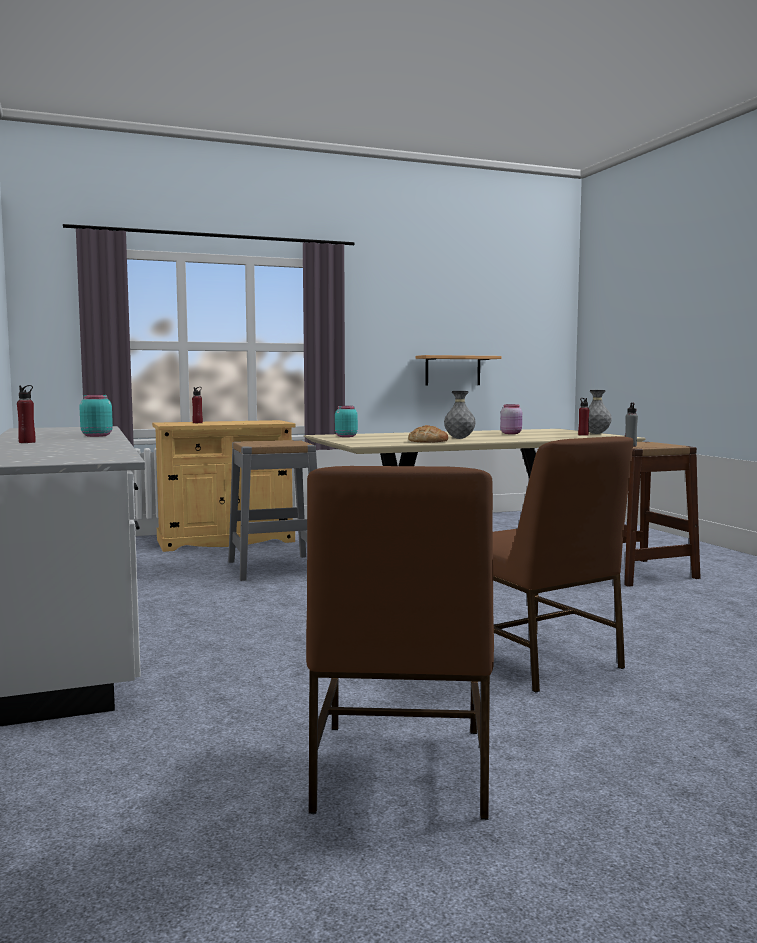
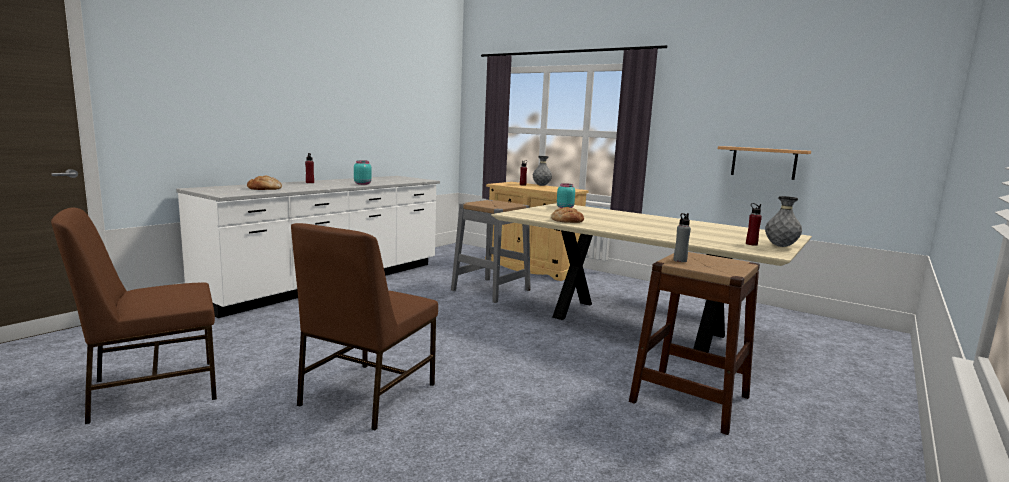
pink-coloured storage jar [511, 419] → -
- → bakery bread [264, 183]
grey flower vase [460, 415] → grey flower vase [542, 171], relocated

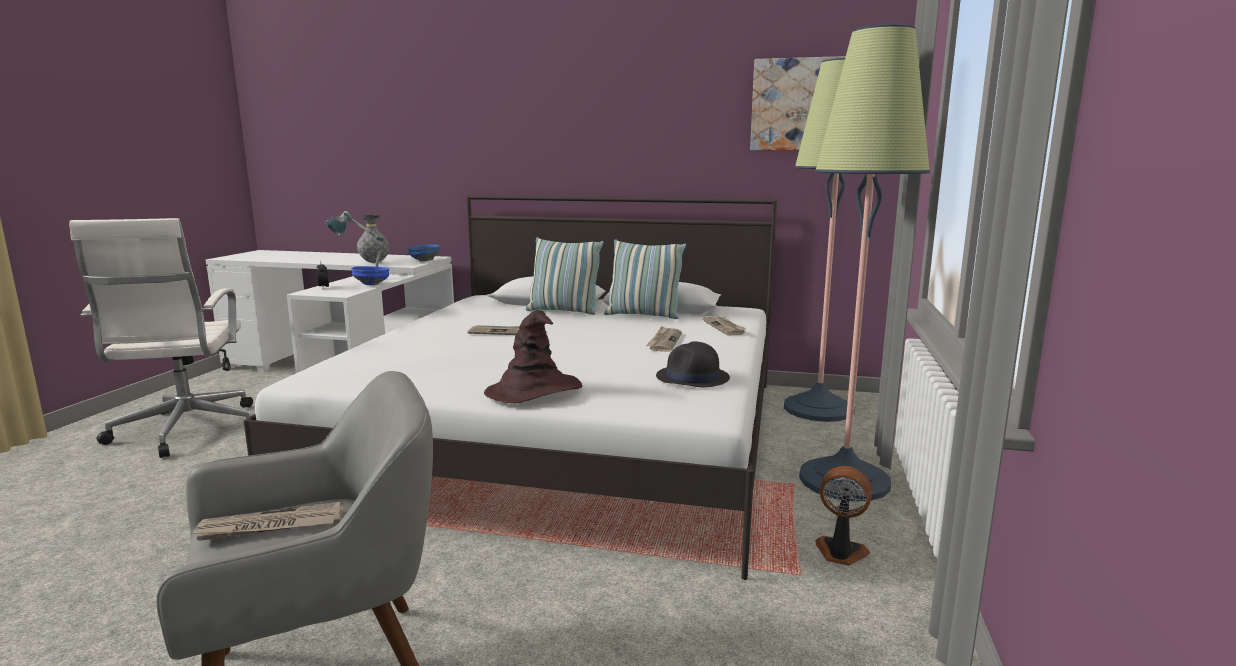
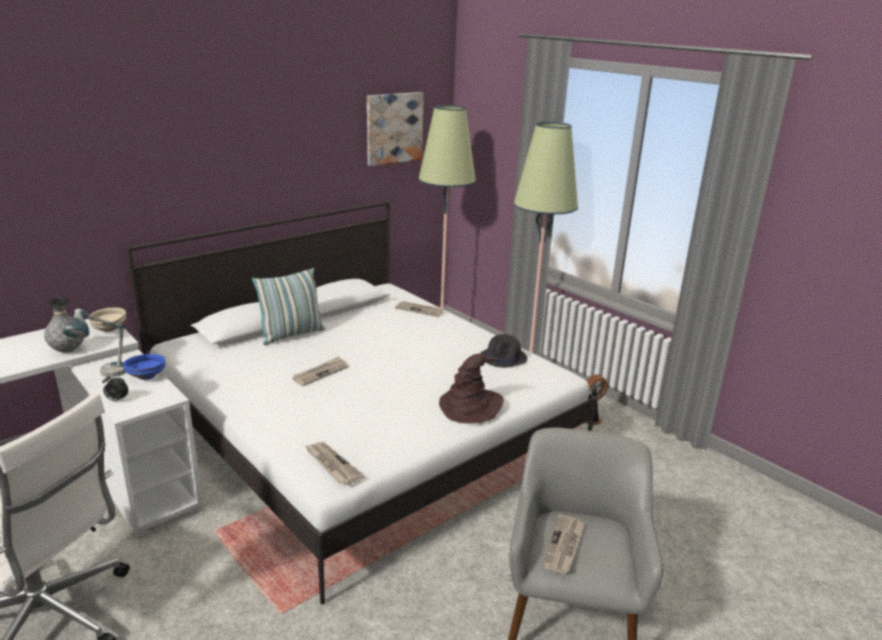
pillow [645, 279] → -
printed paper [664, 339] → printed paper [334, 463], relocated
blue-coloured deep dish [424, 253] → beige-coloured deep dish [107, 319]

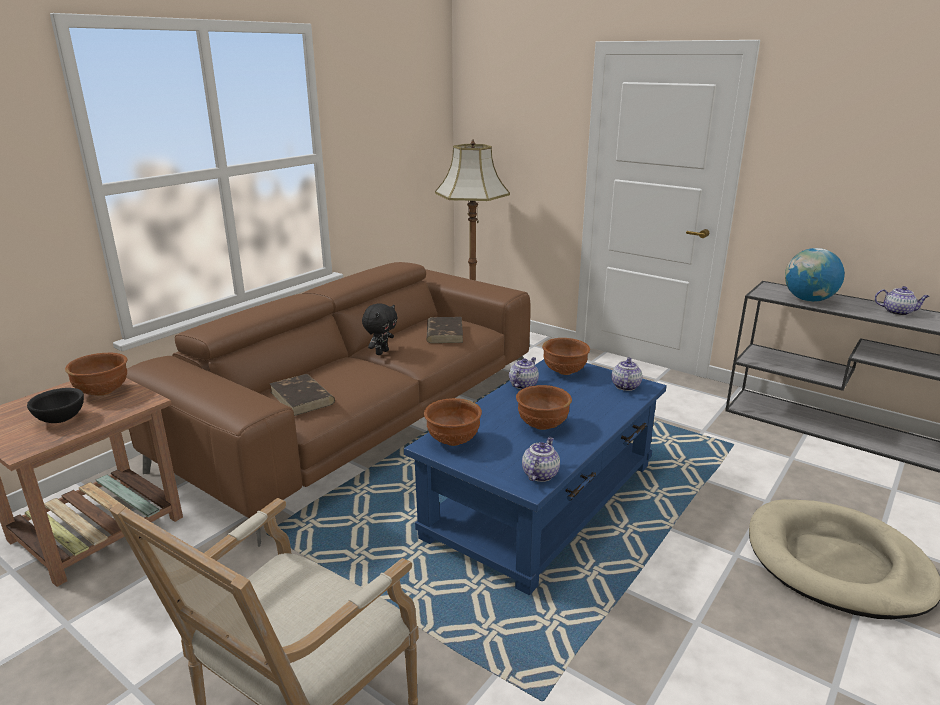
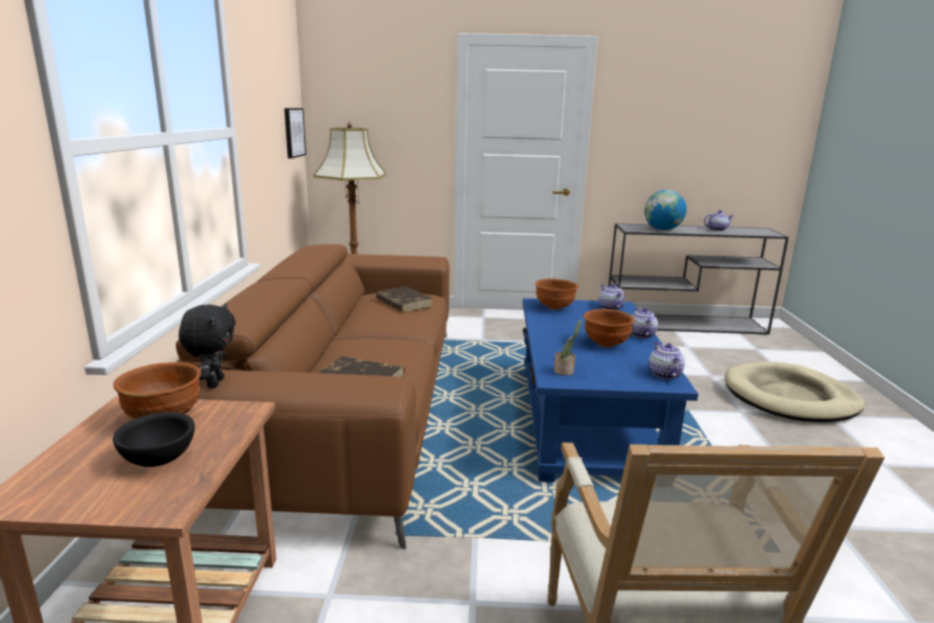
- → wall picture [295, 133]
black-coloured cuddly toy [379, 329] → black-coloured cuddly toy [207, 346], relocated
teapot [524, 373] → teapot [645, 323], relocated
brownish deep dish [453, 422] → potted plant [568, 347]

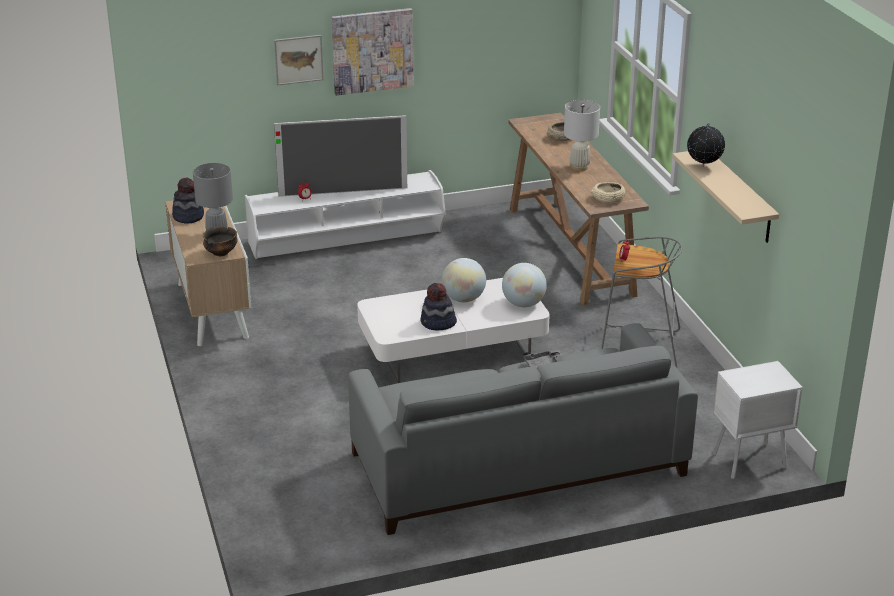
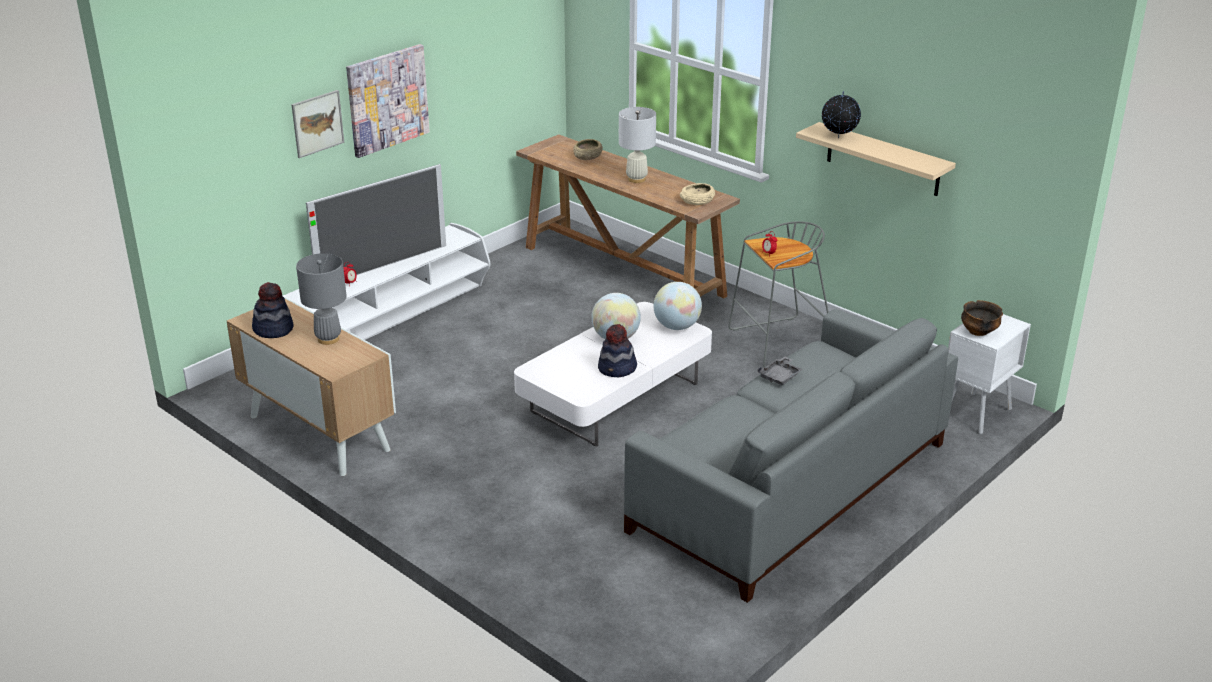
deep dish [220, 241] → deep dish [982, 318], relocated

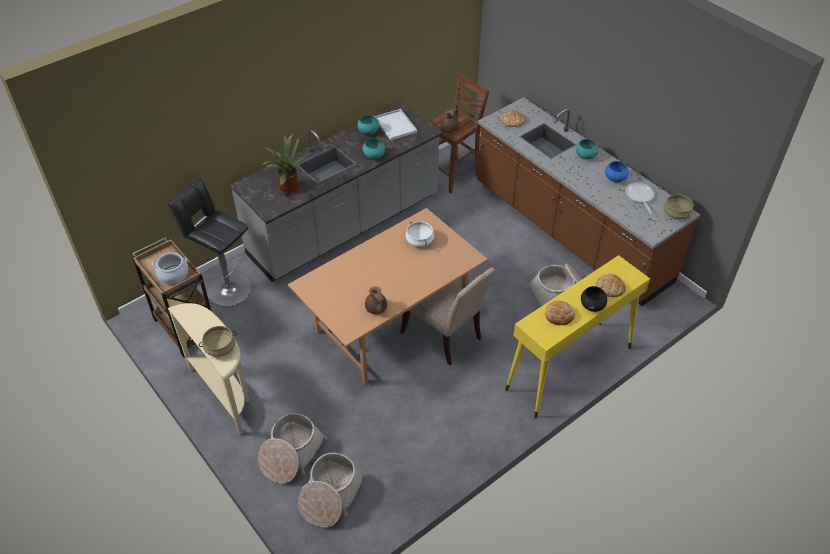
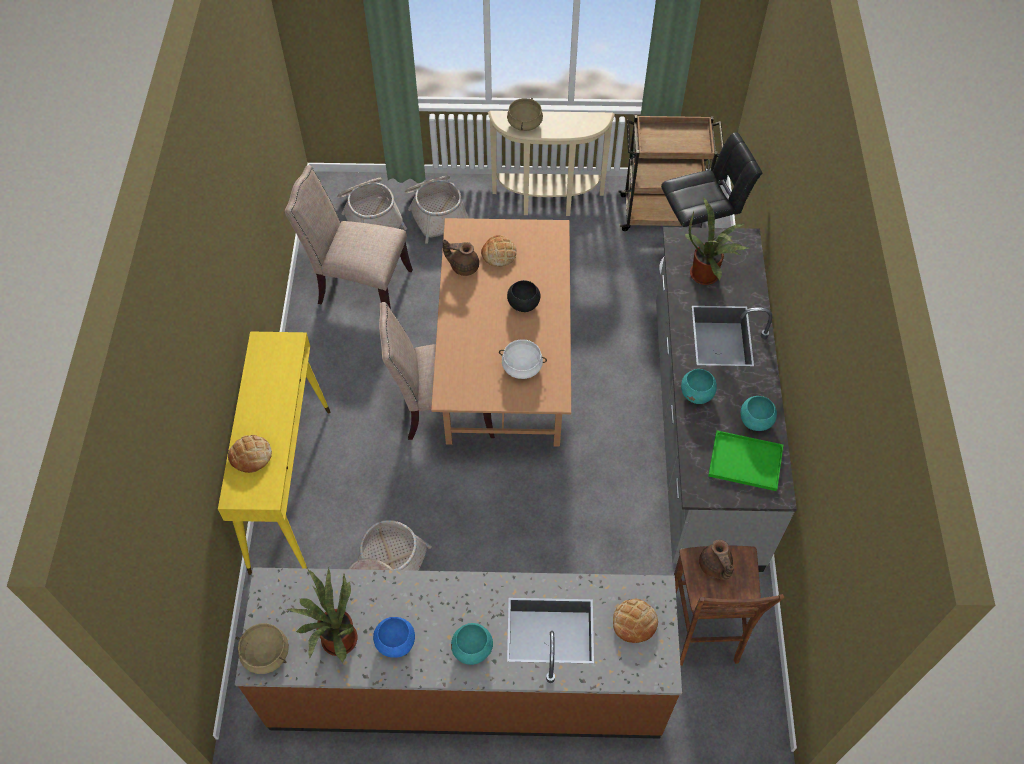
stockpot [170, 268] → -
- → beige-coloured chair [349, 237]
bakery bread [560, 313] → bakery bread [498, 251], relocated
black-coloured deep dish [594, 299] → black-coloured deep dish [523, 296], relocated
skillet [640, 198] → potted plant [321, 615]
whitish carrying tray [396, 124] → greenish carrying tray [745, 460]

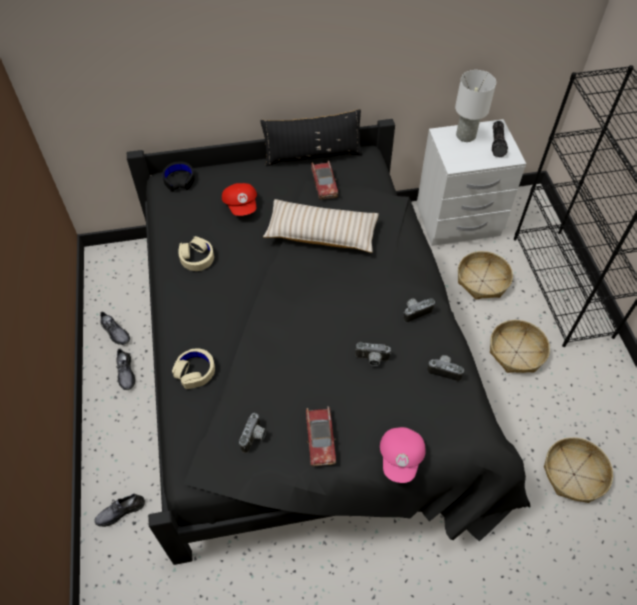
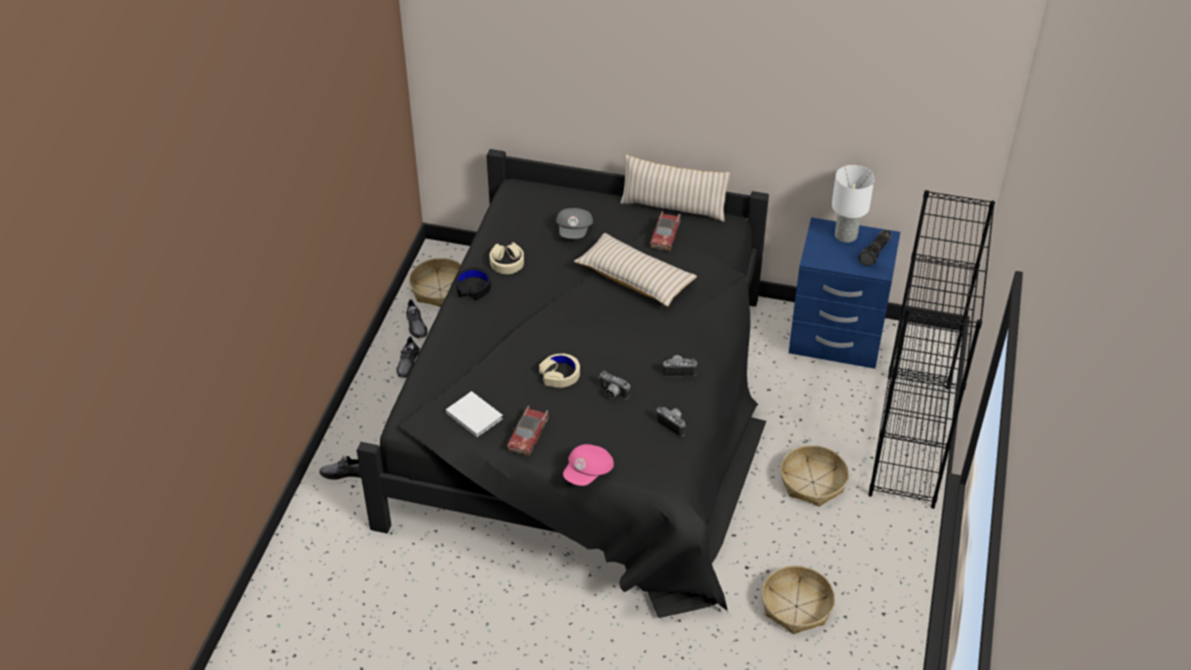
black-coloured headphones [178, 176] → black-coloured headphones [473, 283], relocated
beige-coloured headphones [193, 369] → beige-coloured headphones [559, 371], relocated
storage basket [485, 275] → storage basket [435, 282], relocated
still camera [252, 433] → whitish volume [474, 414]
red-coloured peaked cap [239, 199] → grey peaked cap [574, 223]
black-coloured pillow [311, 137] → beige-coloured pillow [675, 188]
whitish nightstand [471, 182] → blue-coloured nightstand [844, 293]

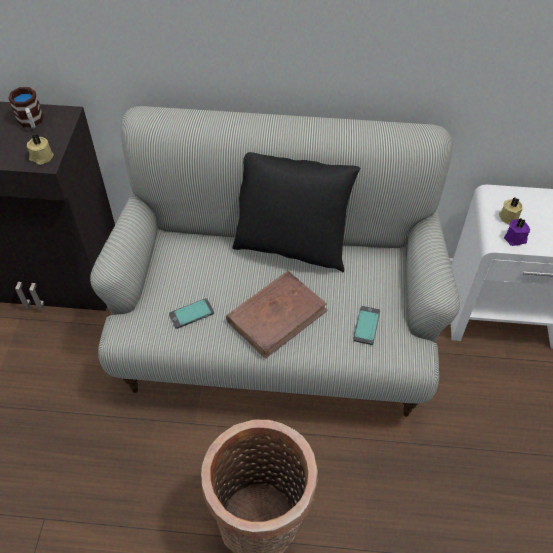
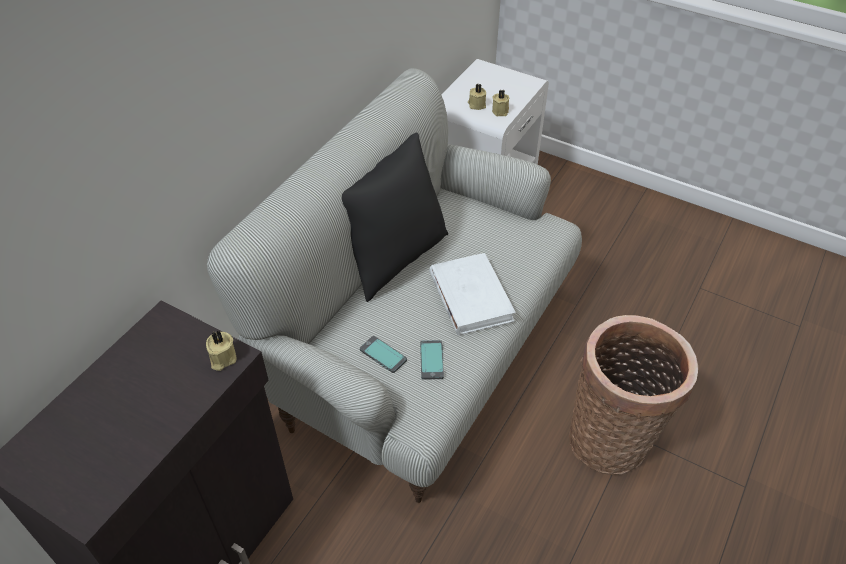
tea mug [26, 108] → -
phone [366, 325] → phone [383, 354], relocated
brownish volume [277, 315] → whitish volume [472, 294]
purple-coloured wax light [517, 232] → beige-coloured wax light [500, 102]

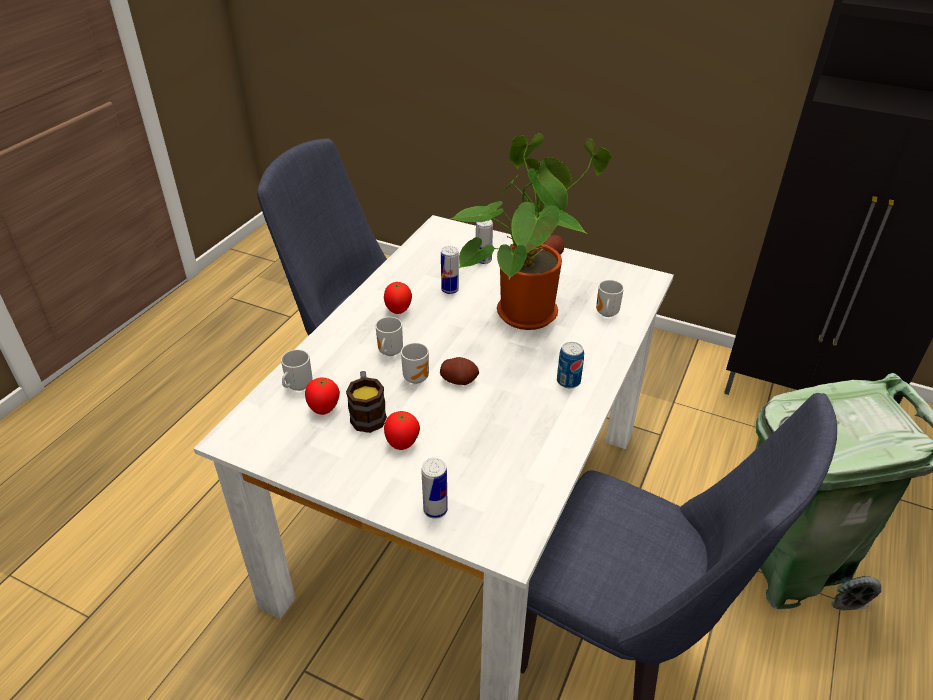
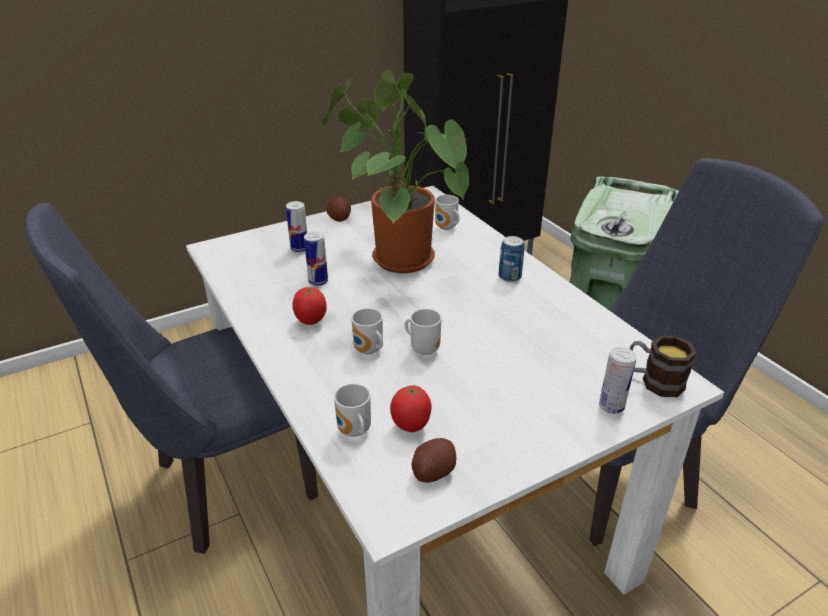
whole tomato [402, 430] → -
tea mug [366, 402] → tea mug [663, 366], relocated
spud [459, 371] → spud [434, 460], relocated

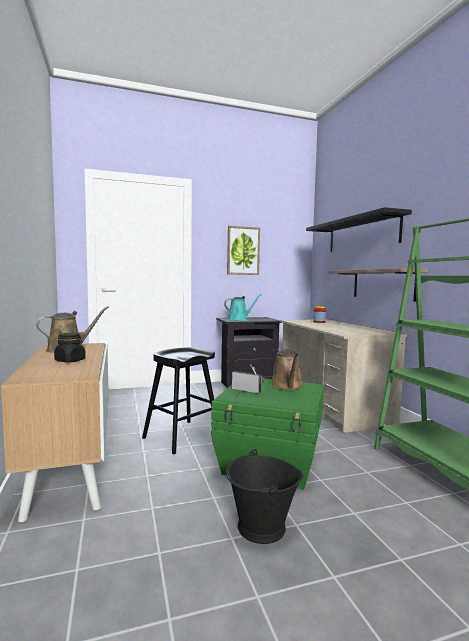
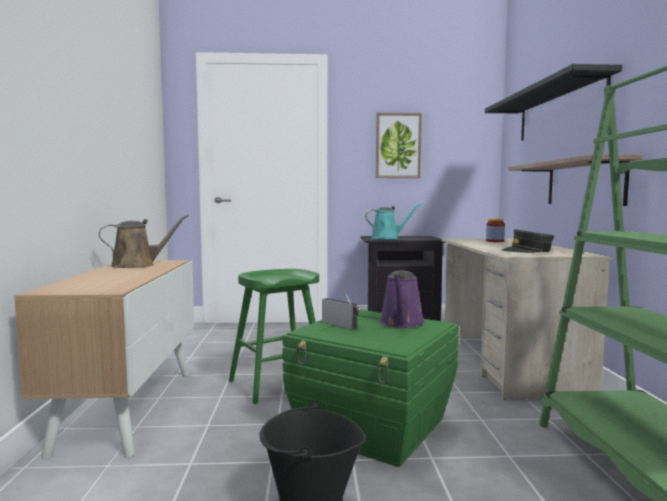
black-coloured storage jar [70, 347] → -
- → grey peaked cap [528, 241]
black-coloured stool [178, 401] → greenish stool [274, 336]
brownish sprinkling can [287, 369] → purple-coloured sprinkling can [402, 299]

